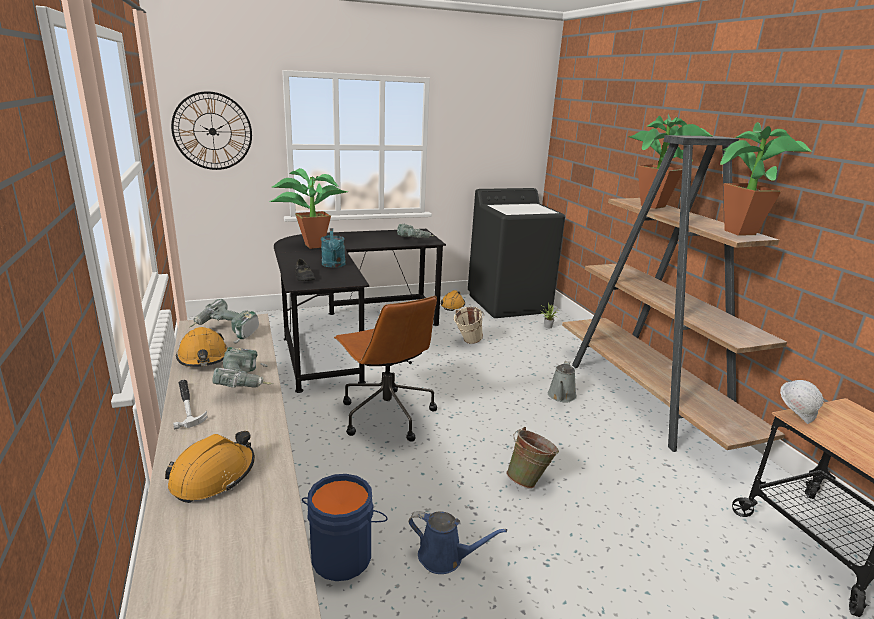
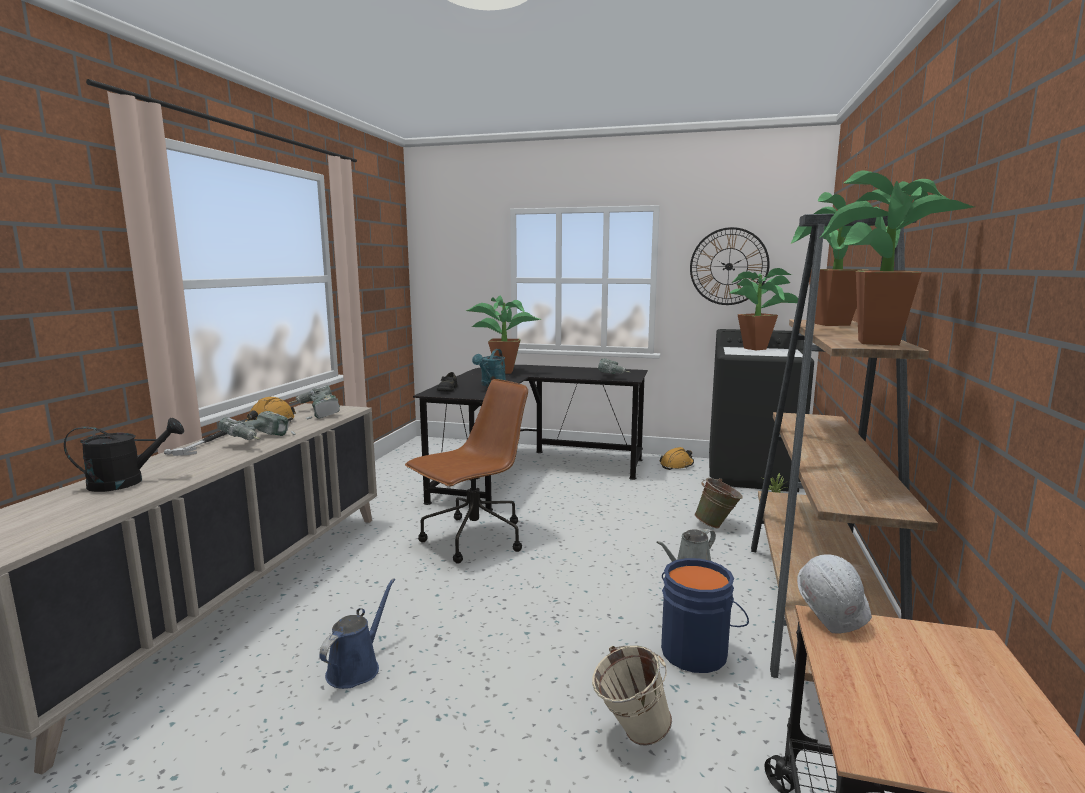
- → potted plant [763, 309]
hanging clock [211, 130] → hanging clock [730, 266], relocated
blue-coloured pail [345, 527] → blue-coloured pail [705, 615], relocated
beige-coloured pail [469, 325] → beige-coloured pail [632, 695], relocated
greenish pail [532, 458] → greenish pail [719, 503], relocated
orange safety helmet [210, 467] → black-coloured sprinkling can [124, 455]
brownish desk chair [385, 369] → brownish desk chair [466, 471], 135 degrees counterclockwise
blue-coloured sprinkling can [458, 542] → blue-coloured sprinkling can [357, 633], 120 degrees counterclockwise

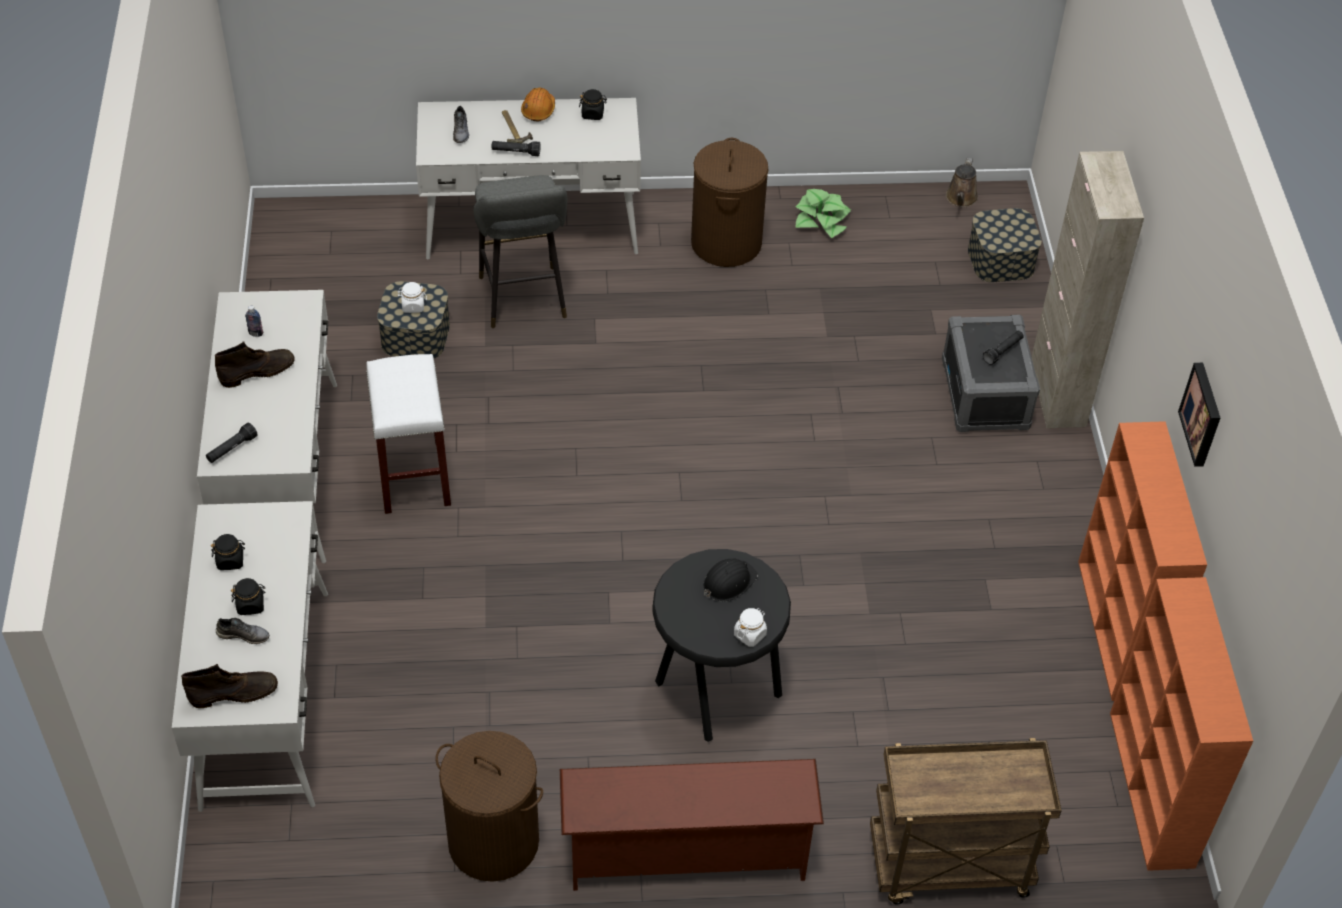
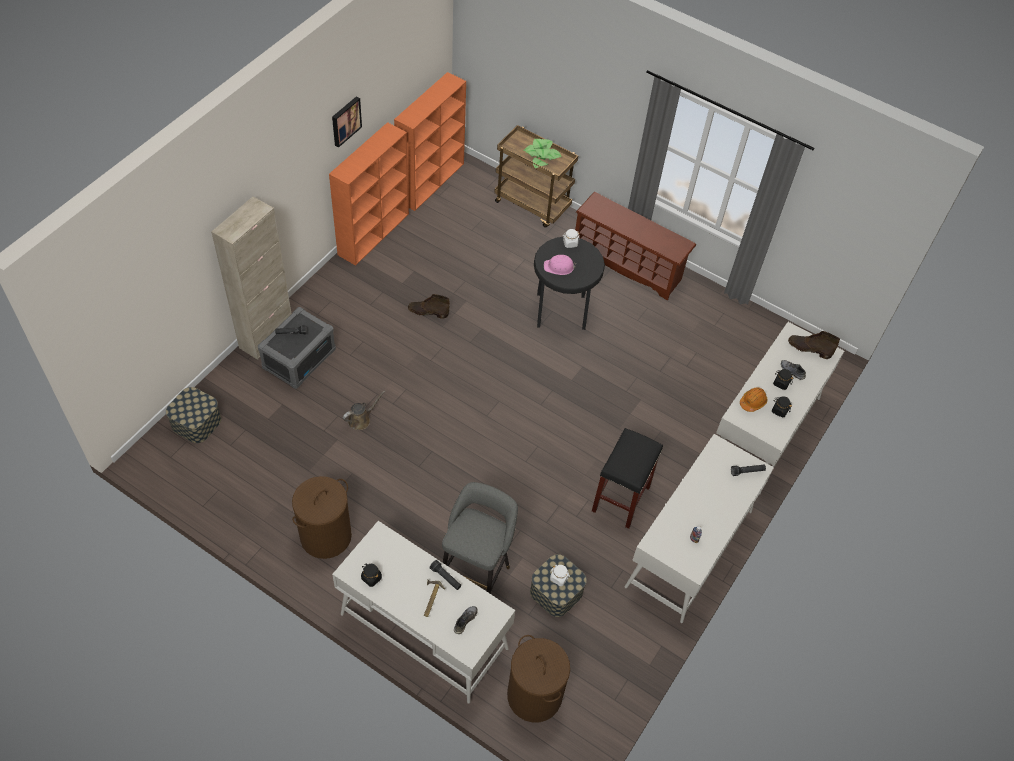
brownish high-top boot [255, 364] → brownish high-top boot [429, 306], relocated
brownish washing basket [489, 806] → brownish washing basket [538, 678], relocated
orange safety helmet [538, 104] → orange safety helmet [753, 399], relocated
potted plant [823, 213] → potted plant [543, 153], relocated
brownish sprinkling can [962, 182] → brownish sprinkling can [364, 410], relocated
whitish stool [408, 434] → black-coloured stool [627, 478]
black-coloured safety helmet [730, 579] → pink-coloured safety helmet [560, 265]

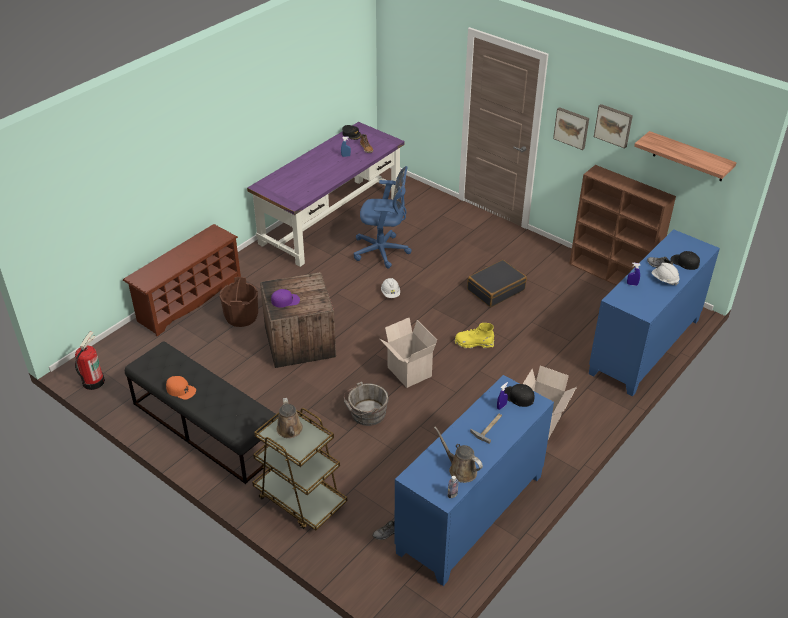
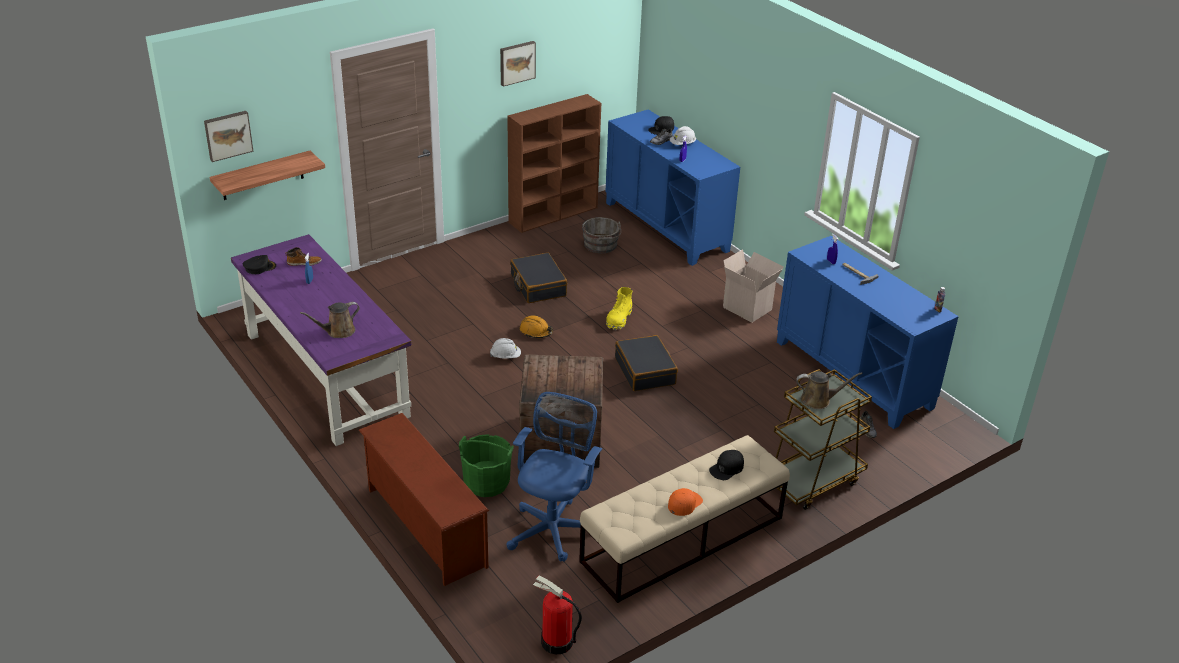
purple-coloured peaked cap [285, 298] → -
- → orange safety helmet [536, 326]
grey pail [366, 404] → grey pail [601, 235], relocated
blue-coloured desk chair [383, 217] → blue-coloured desk chair [554, 477], relocated
brownish sprinkling can [458, 455] → brownish sprinkling can [329, 320], relocated
black-coloured peaked cap [519, 395] → black-coloured peaked cap [726, 465], relocated
wall picture [571, 128] → wall picture [229, 136], relocated
bracket shelf [685, 156] → bracket shelf [267, 175], relocated
cardboard box [408, 352] → black-coloured travel case [646, 363]
black-coloured indoor bench [201, 412] → beige-coloured indoor bench [684, 519]
brownish pail [239, 302] → greenish pail [486, 465]

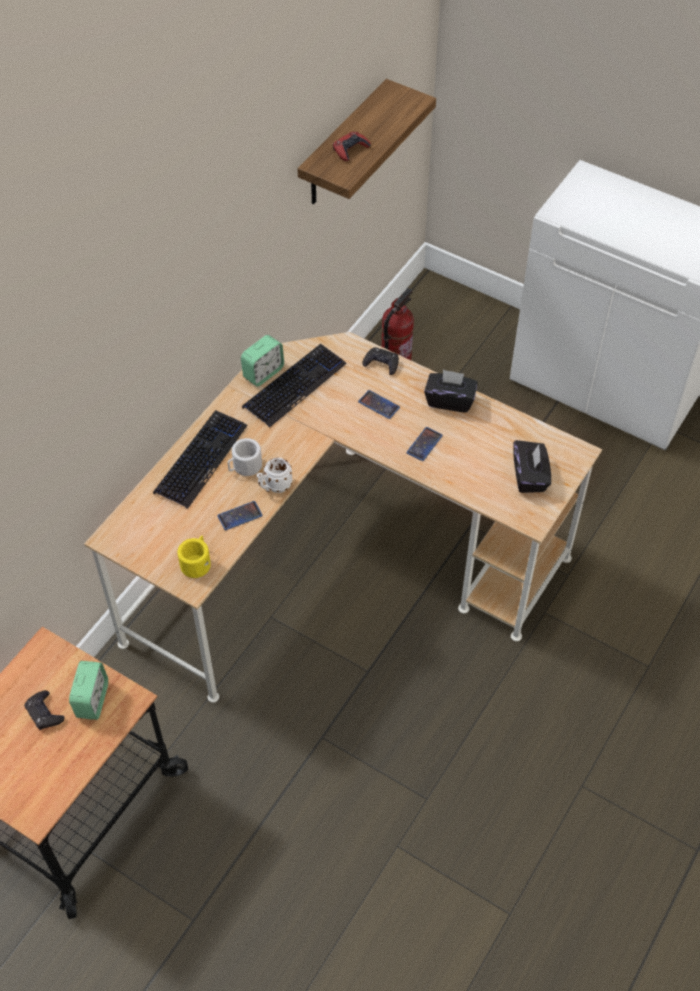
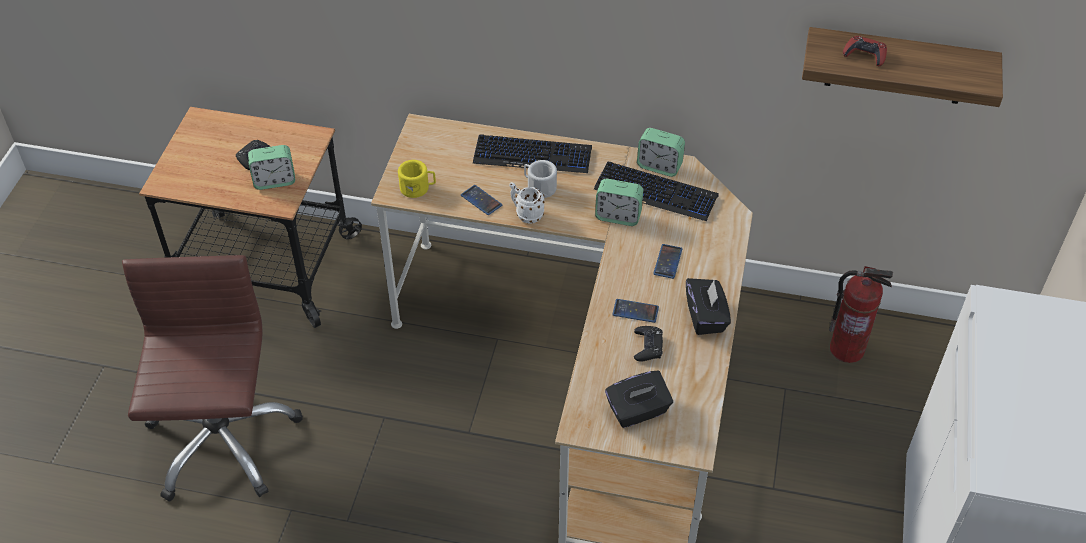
- → brownish desk chair [212, 378]
- → alarm clock [619, 202]
black-coloured joypad [380, 361] → black-coloured joypad [648, 344], relocated

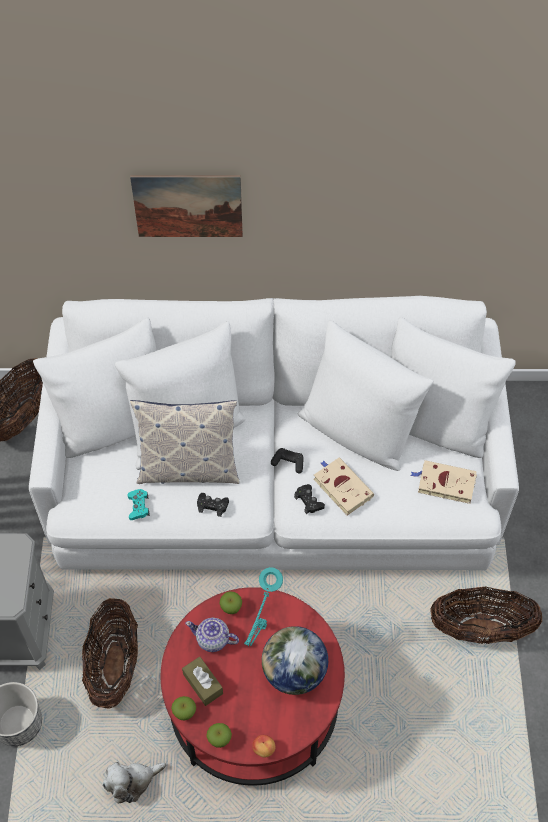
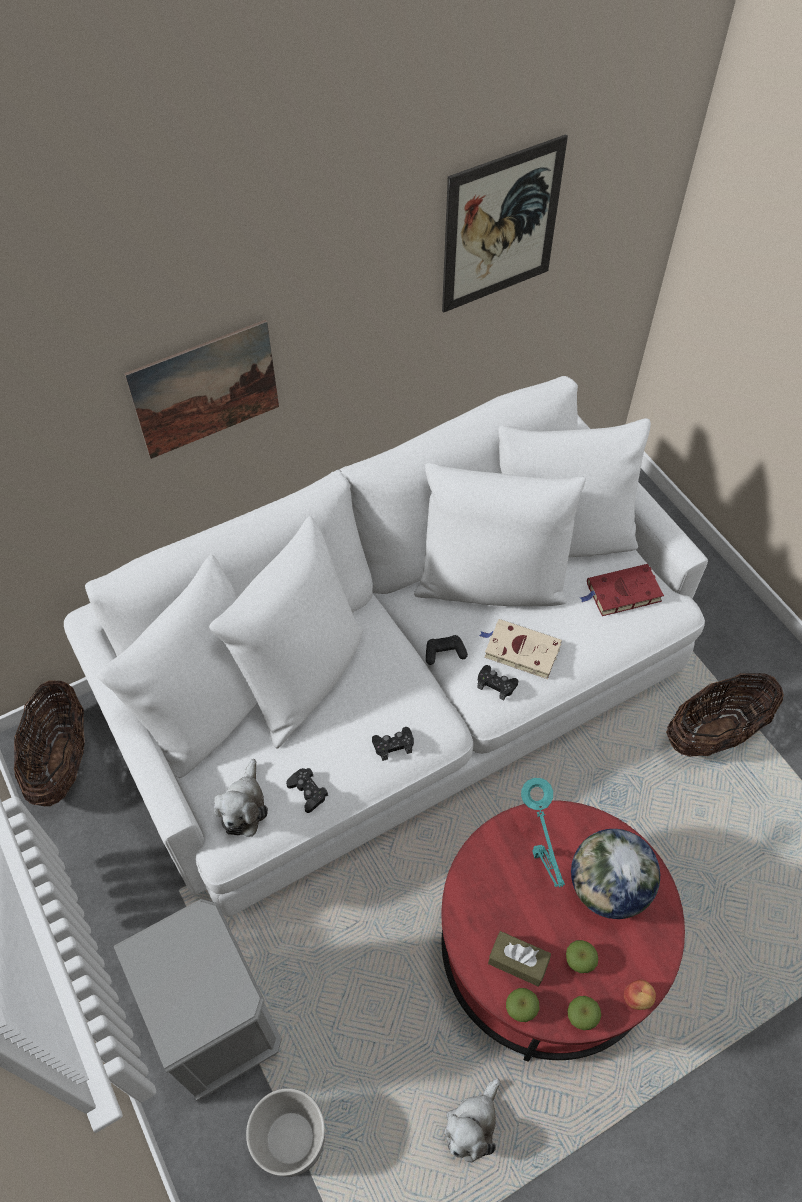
storage basket [110, 653] → -
pillow [184, 442] → -
teapot [212, 635] → -
- → cuddly toy [241, 798]
- → wall picture [505, 223]
whole apple [230, 602] → whole apple [582, 956], relocated
turquoise joypad [138, 504] → black-coloured joypad [307, 790]
beige-coloured volume [443, 482] → red-coloured volume [622, 590]

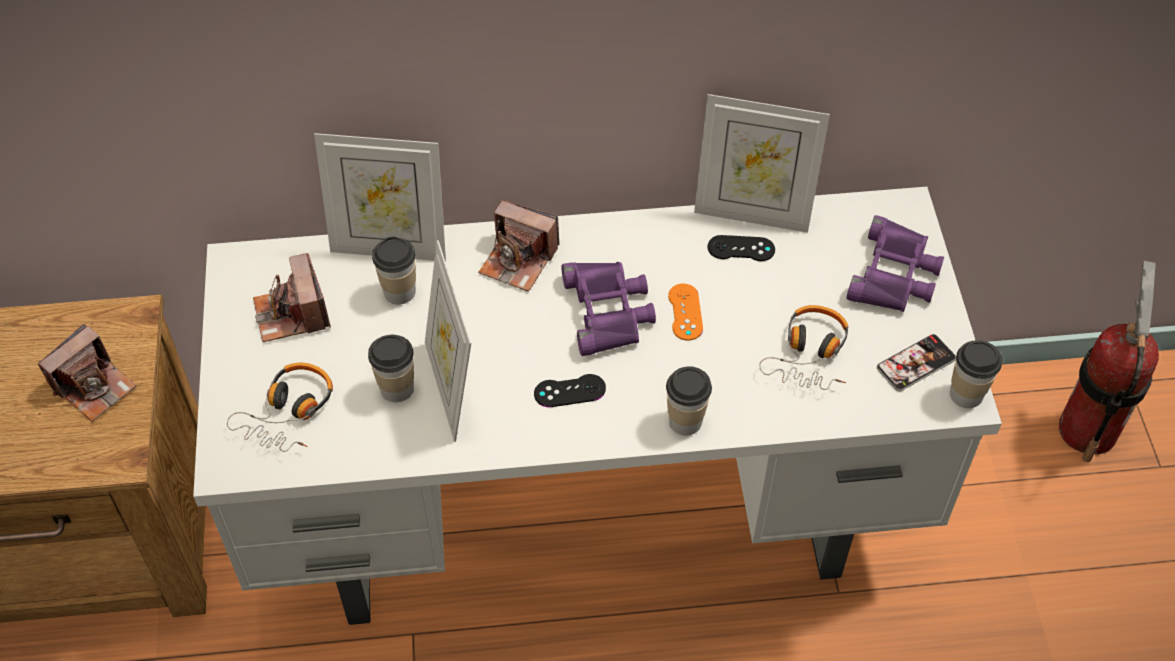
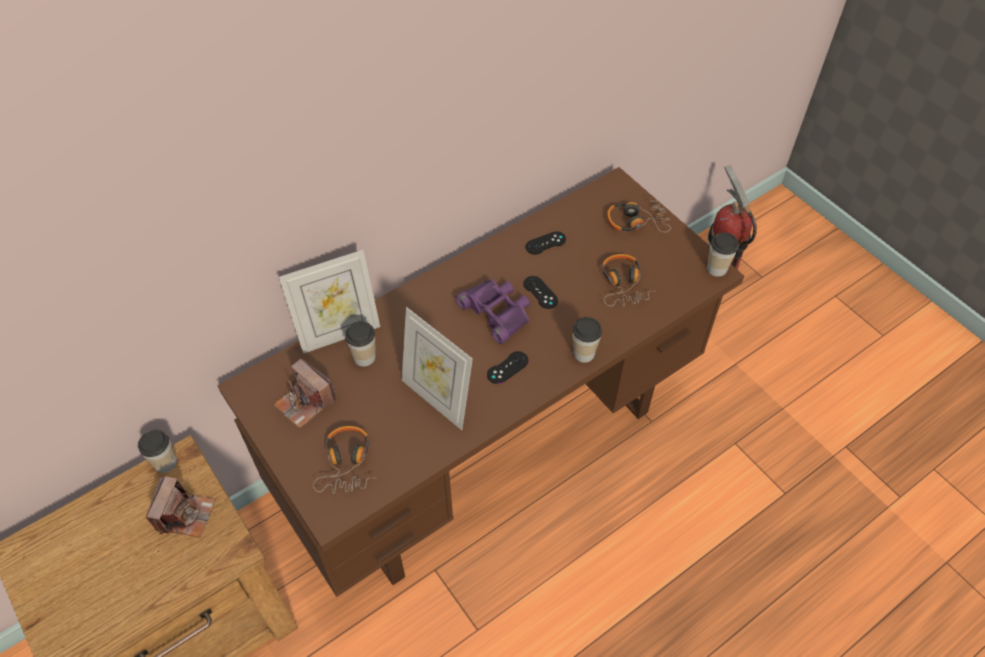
still camera [519, 246] → -
photo frame [762, 163] → -
phone [916, 362] → -
small cup [391, 368] → small cup [157, 451], relocated
purple-coloured field glasses [895, 263] → headphones [639, 214]
whitish desk [597, 406] → brownish desk [480, 382]
orange joypad [685, 312] → black-coloured joypad [540, 292]

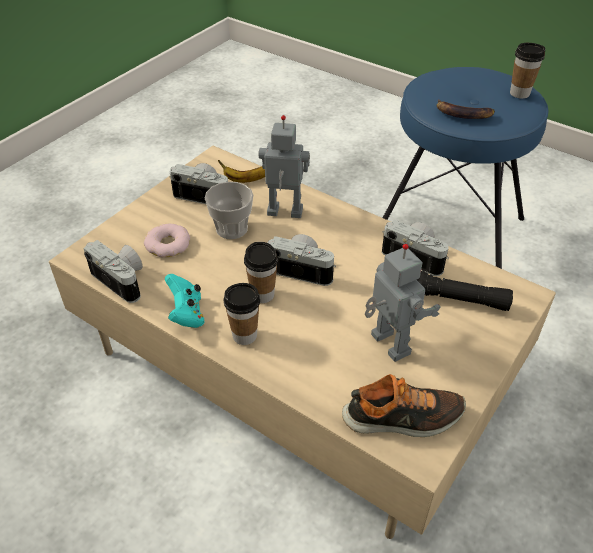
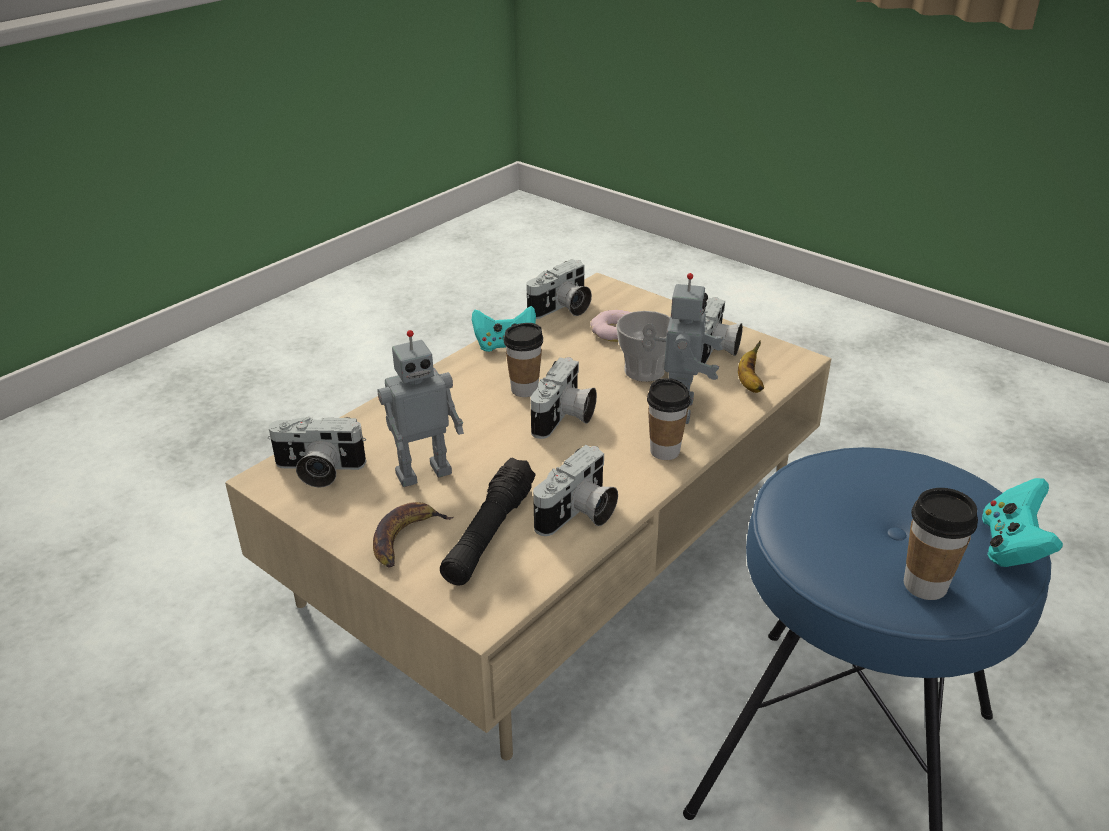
- → turquoise joypad [1022, 522]
small cup [242, 314] → small cup [669, 419], relocated
whole banana [466, 109] → whole banana [413, 535], relocated
shoe [404, 405] → still camera [317, 452]

